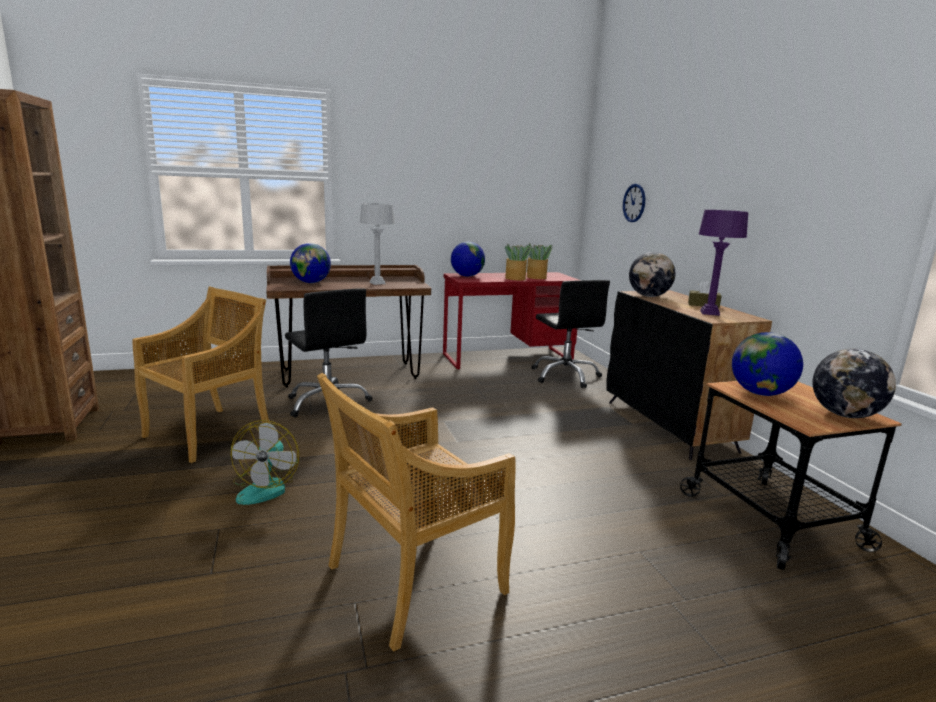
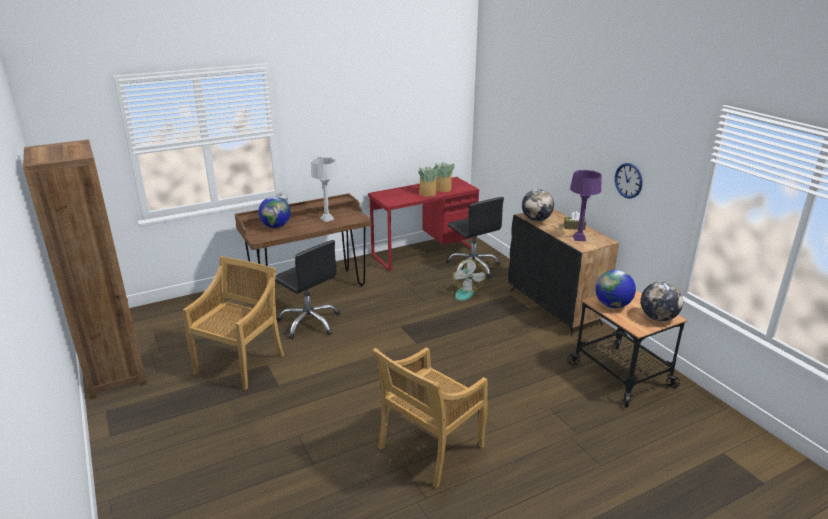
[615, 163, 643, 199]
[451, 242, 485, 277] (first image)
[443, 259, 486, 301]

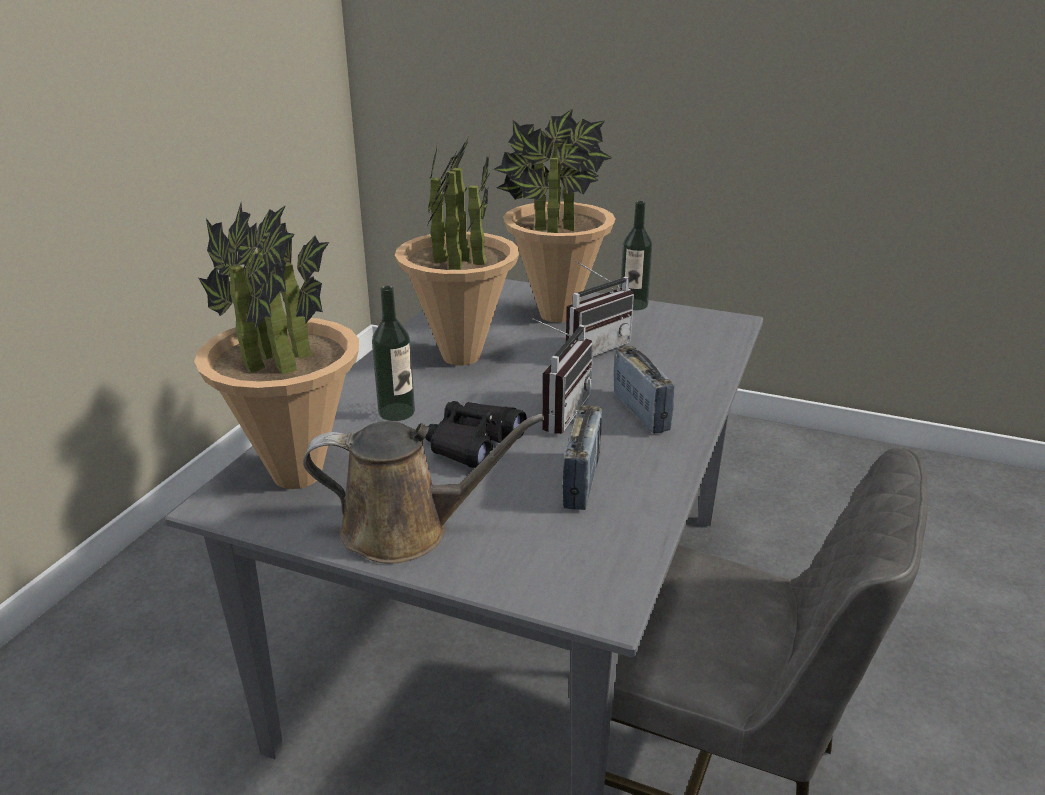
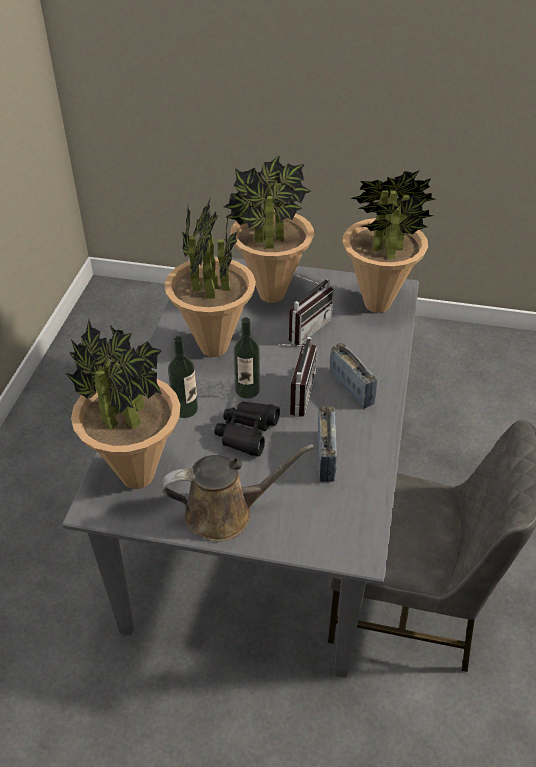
[234, 317, 260, 399]
[343, 171, 435, 313]

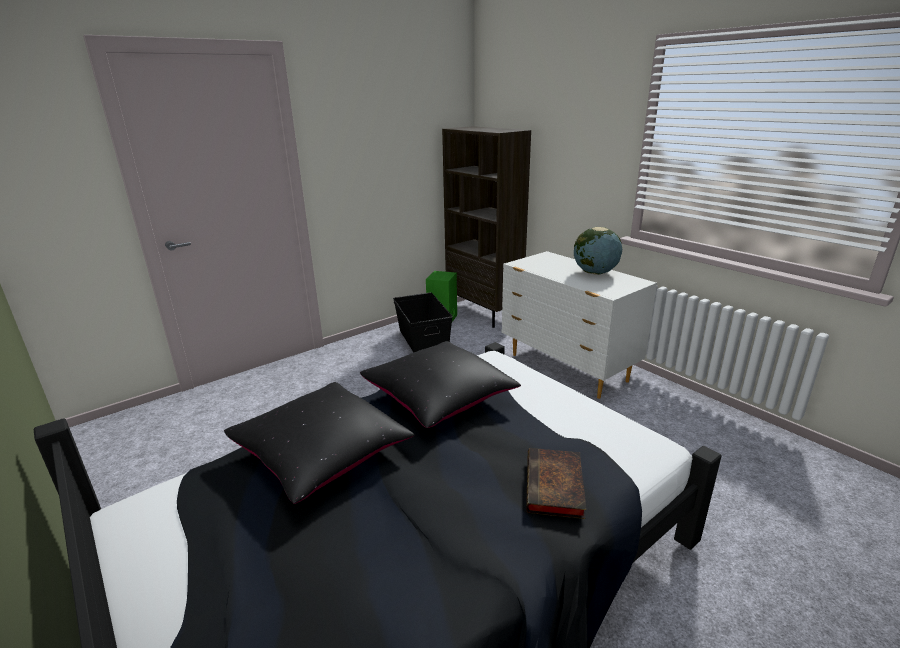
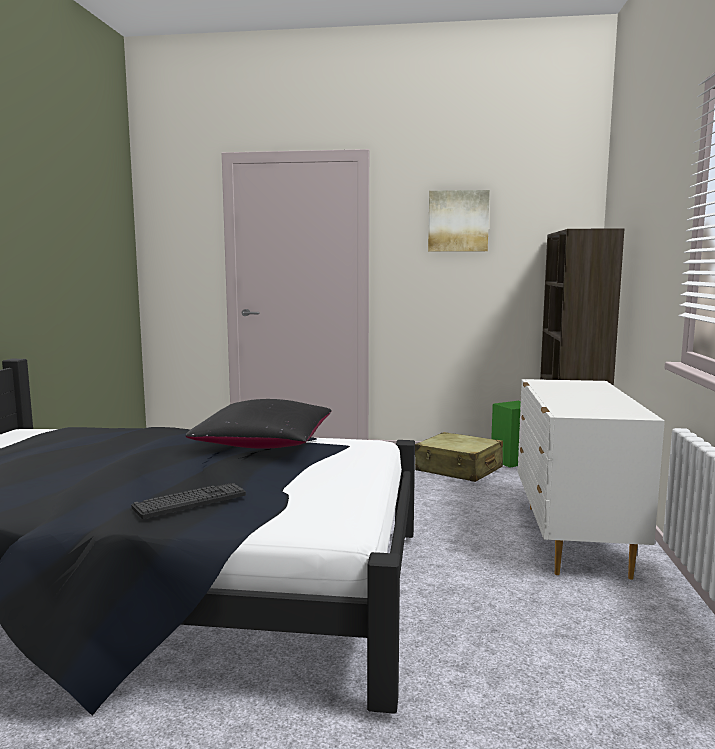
[574, 227, 622, 275] (first image)
[415, 432, 503, 482]
[224, 382, 414, 504] (first image)
[131, 483, 246, 519]
[428, 190, 490, 252]

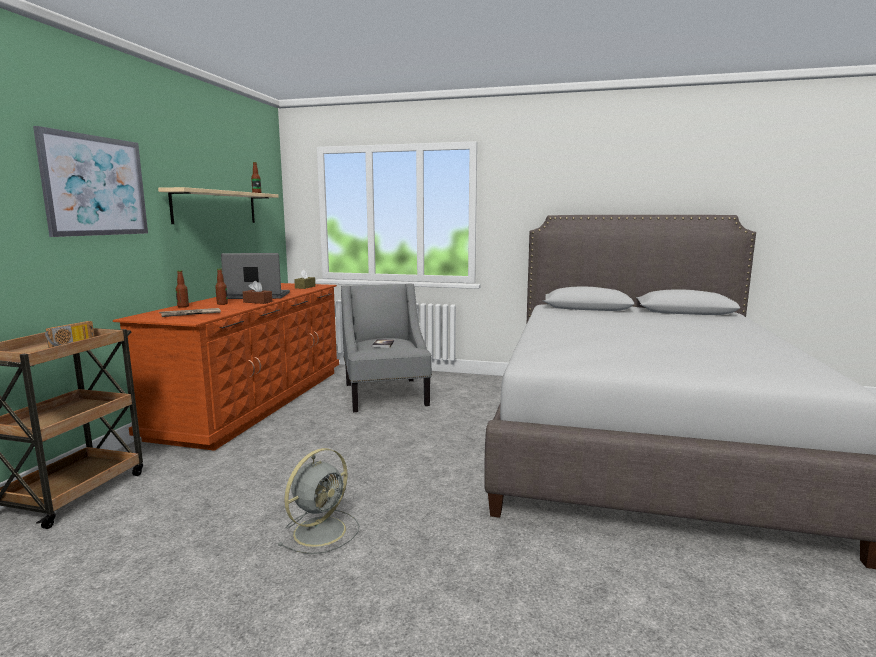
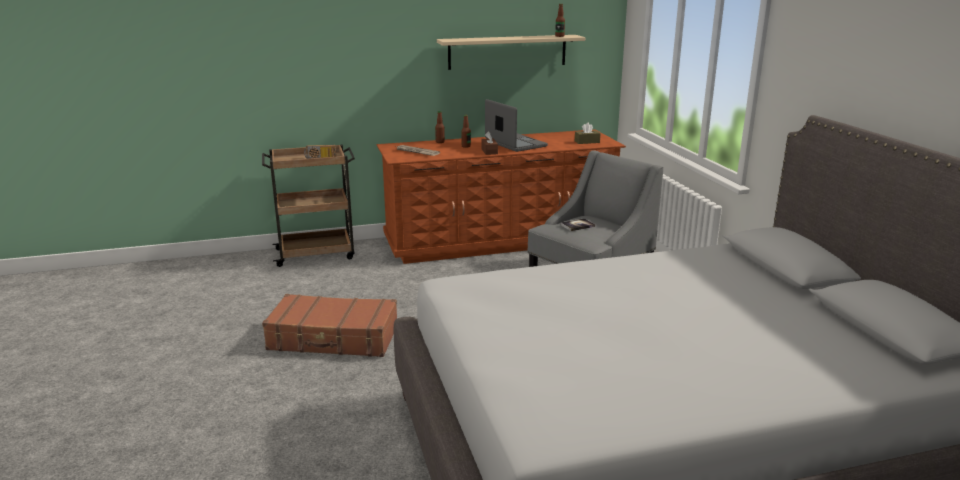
[33, 126, 148, 237] (first image)
[262, 294, 397, 357]

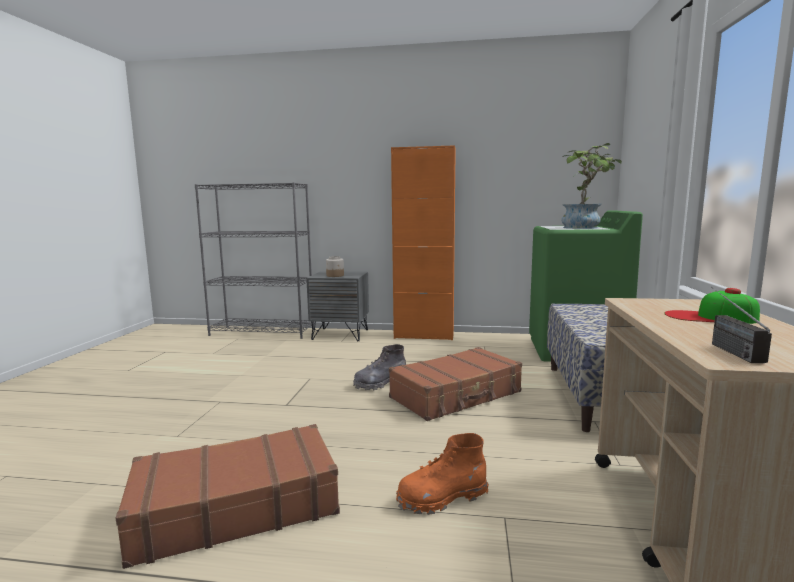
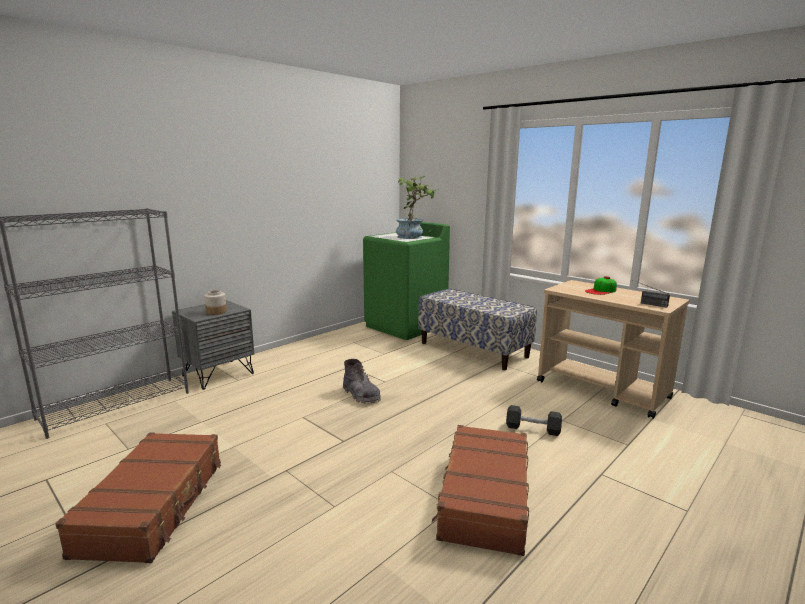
[391, 145, 456, 341] (first image)
[343, 359, 381, 403]
[55, 432, 221, 563]
[506, 405, 562, 436]

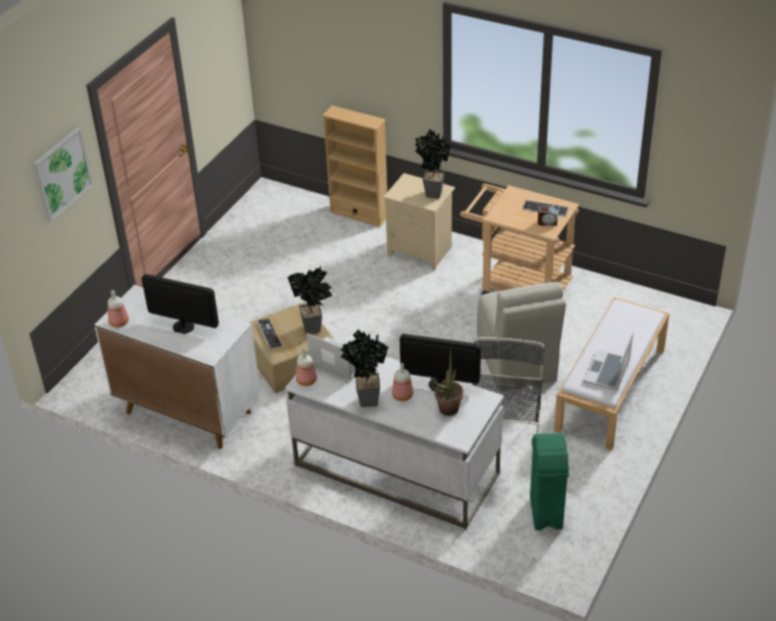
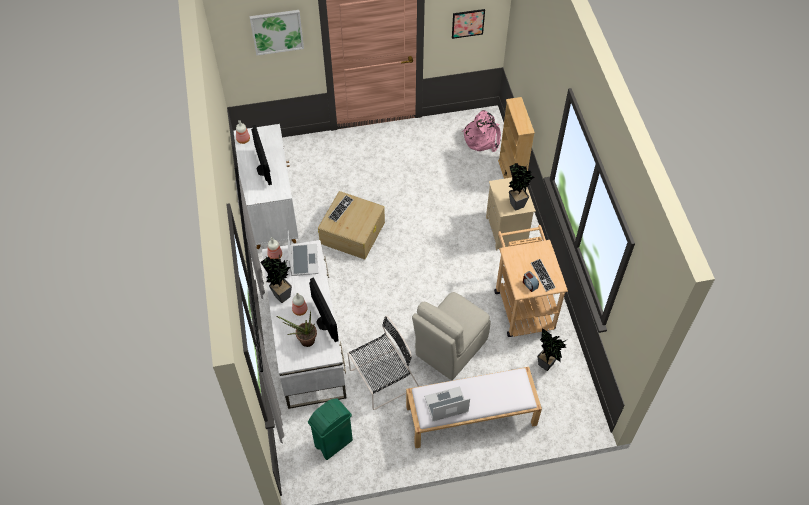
[537, 328, 566, 371]
[452, 9, 485, 39]
[462, 110, 501, 152]

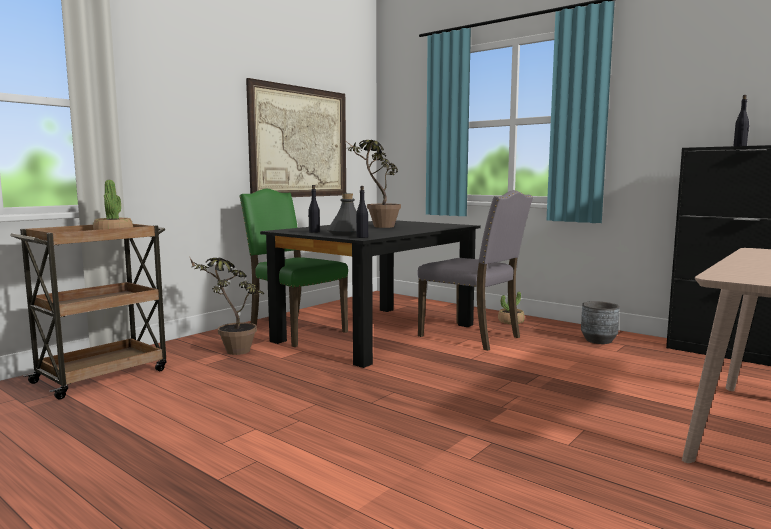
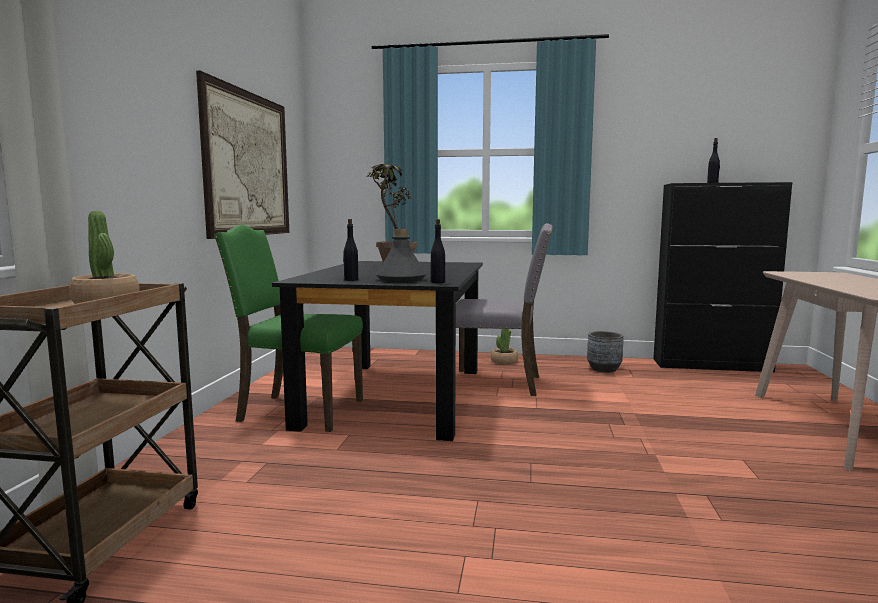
[190, 258, 264, 355] (first image)

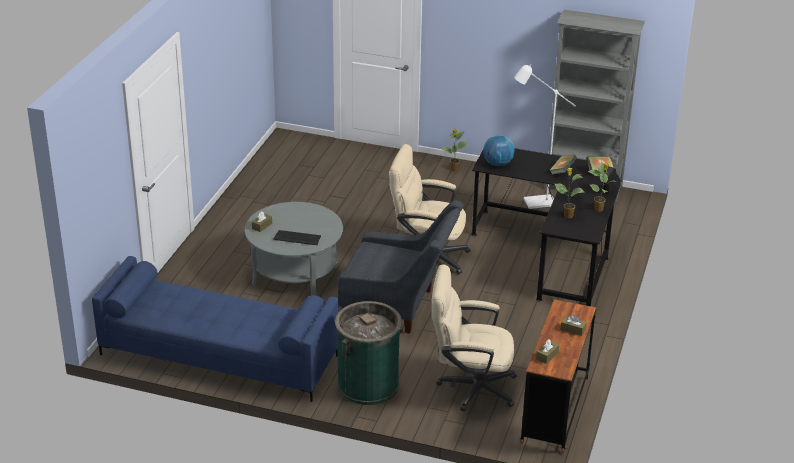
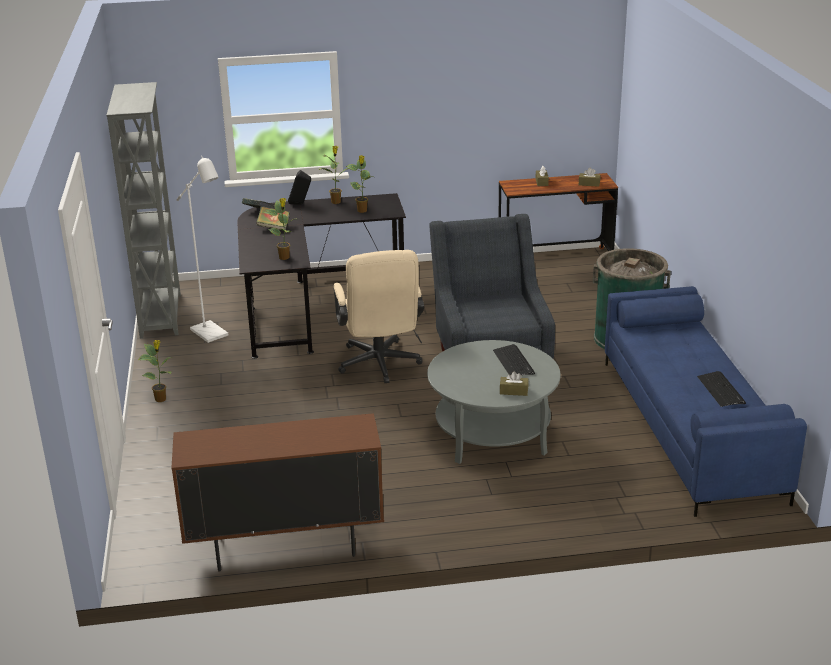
[263, 198, 294, 260]
[431, 265, 517, 412] (first image)
[697, 371, 746, 407]
[171, 413, 384, 572]

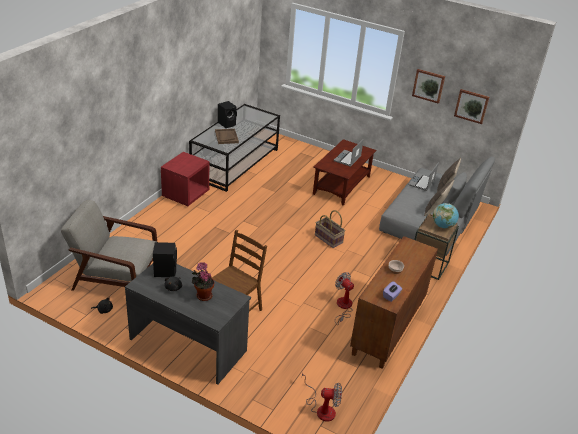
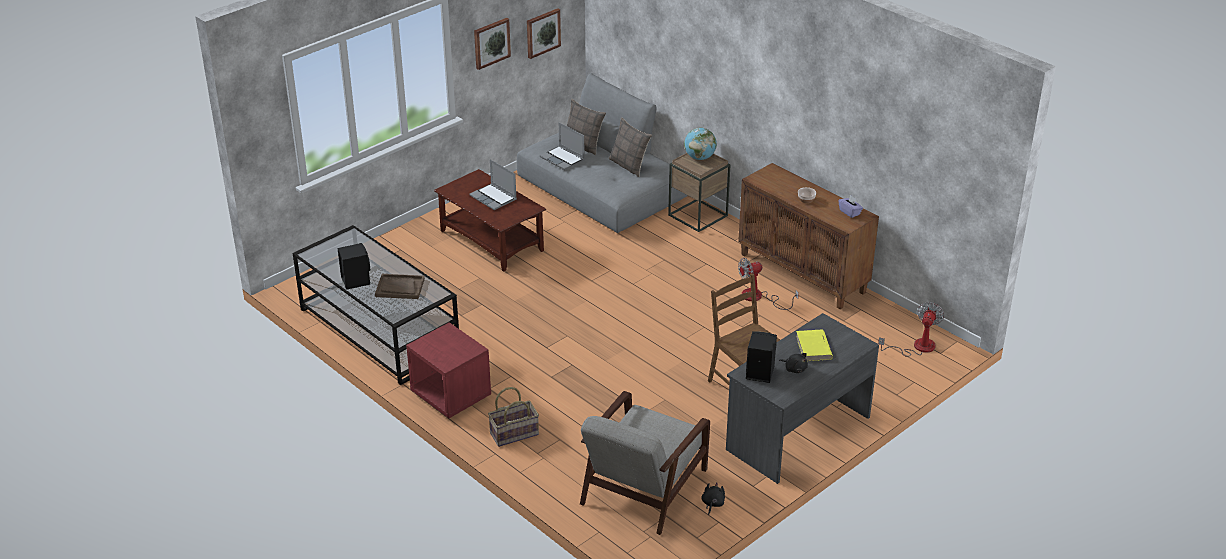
[488, 387, 539, 447]
[796, 330, 833, 361]

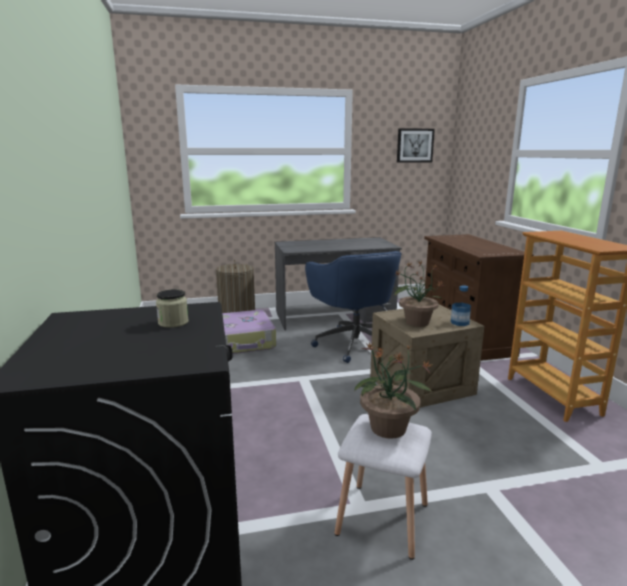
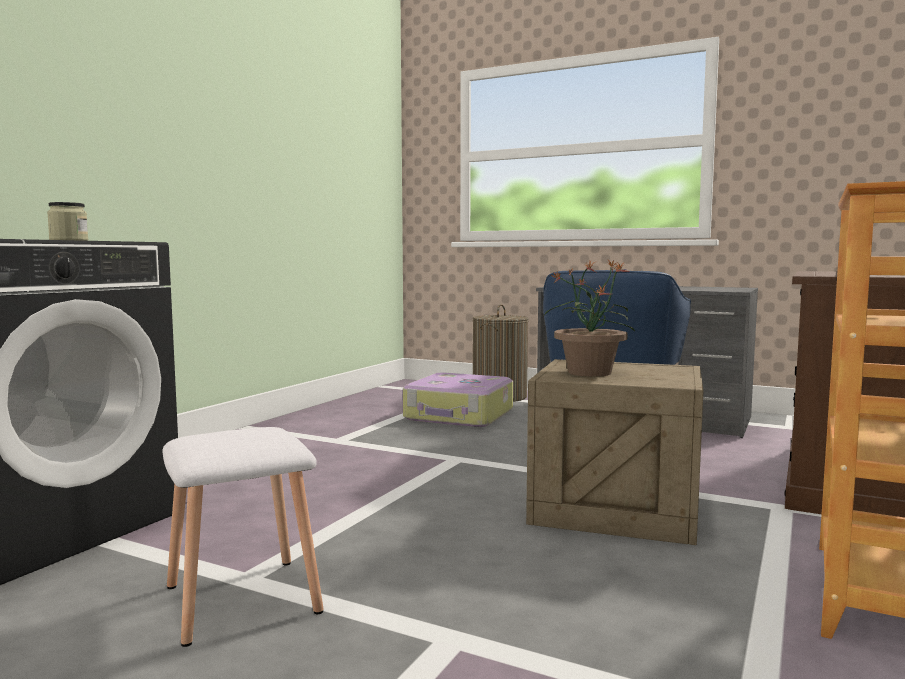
[397, 128, 435, 163] (first image)
[451, 285, 471, 326] (first image)
[354, 343, 433, 439] (first image)

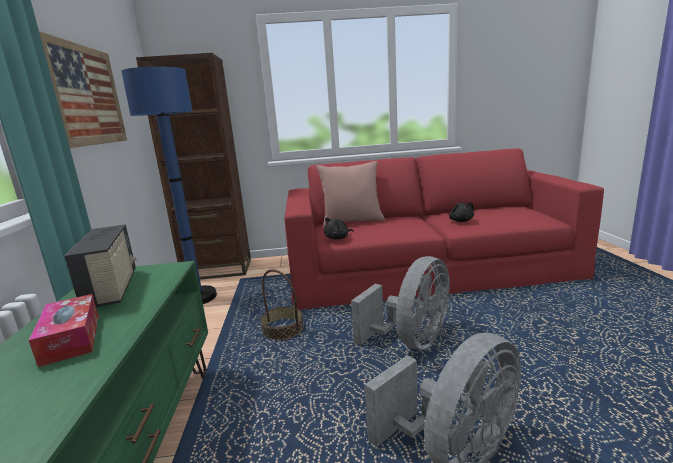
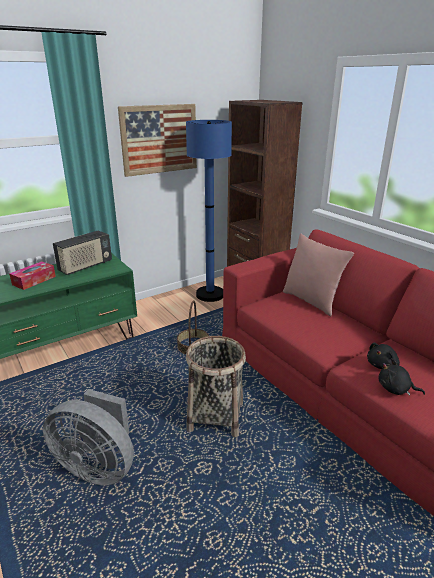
[378, 358, 425, 396]
[186, 336, 246, 437]

